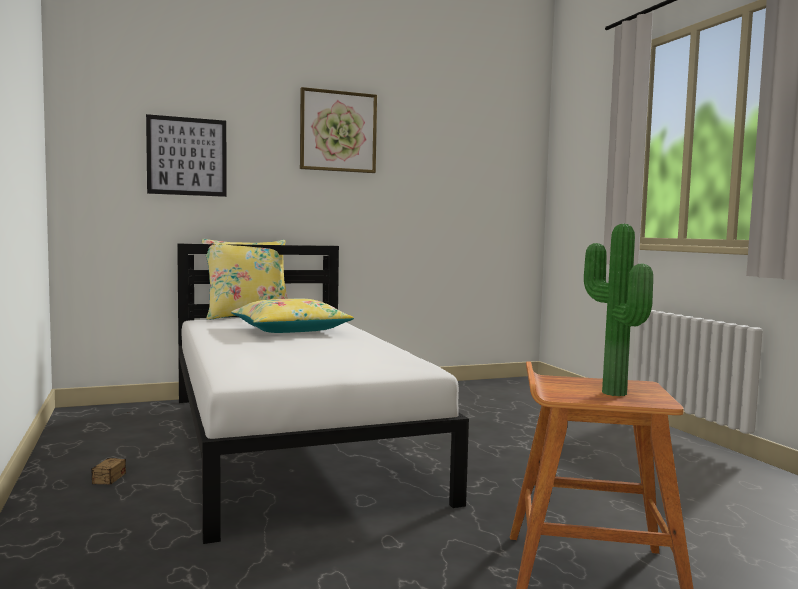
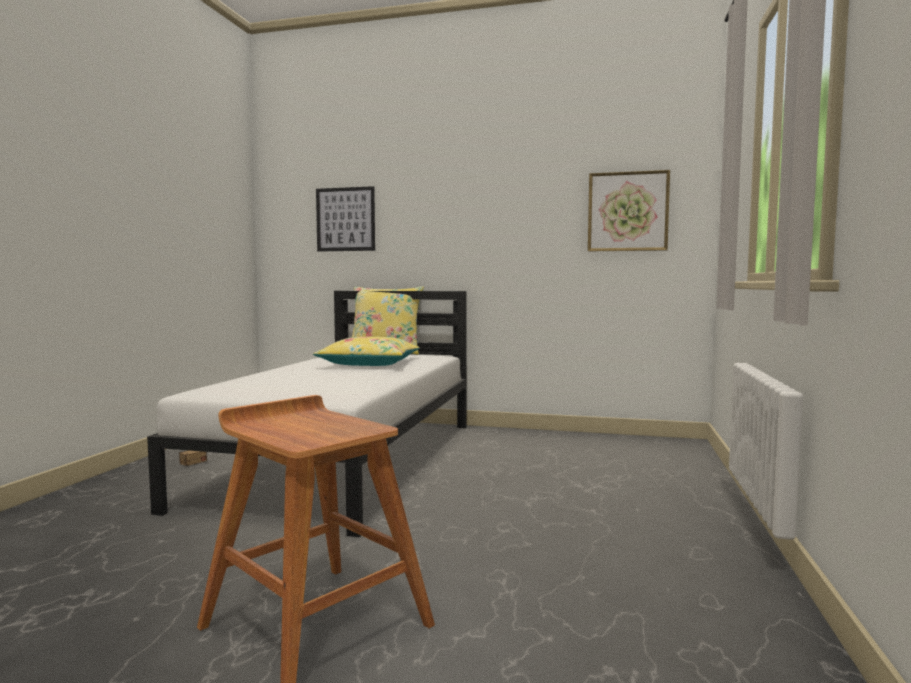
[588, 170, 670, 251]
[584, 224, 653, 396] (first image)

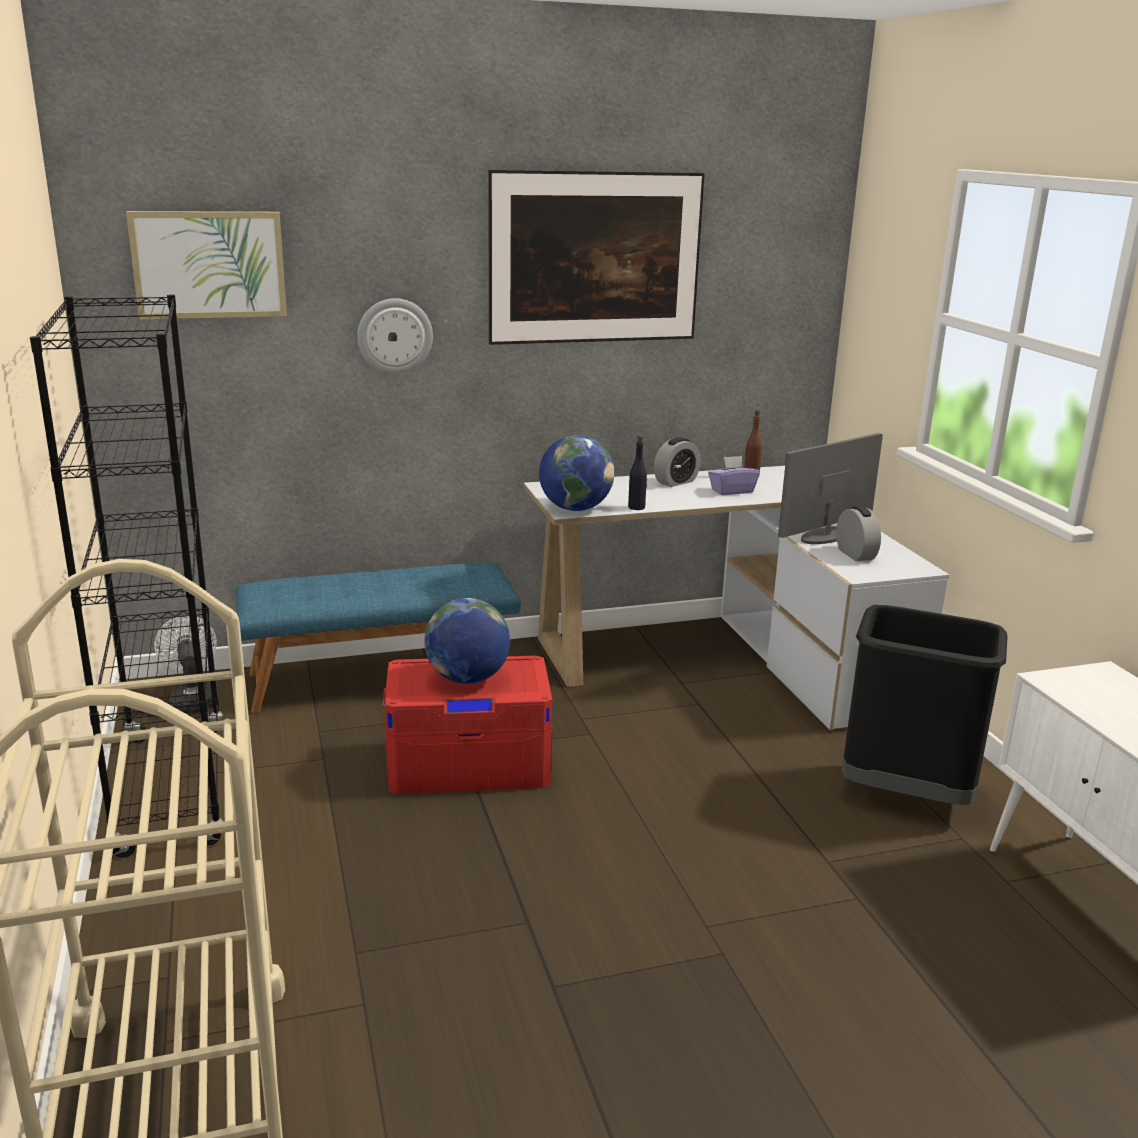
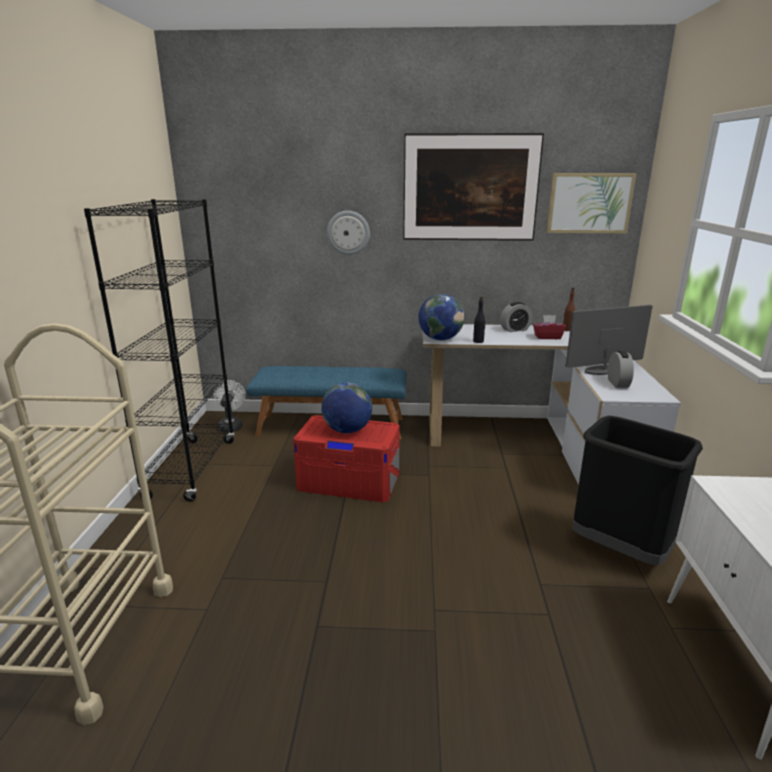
[546, 173, 637, 233]
[533, 315, 566, 339]

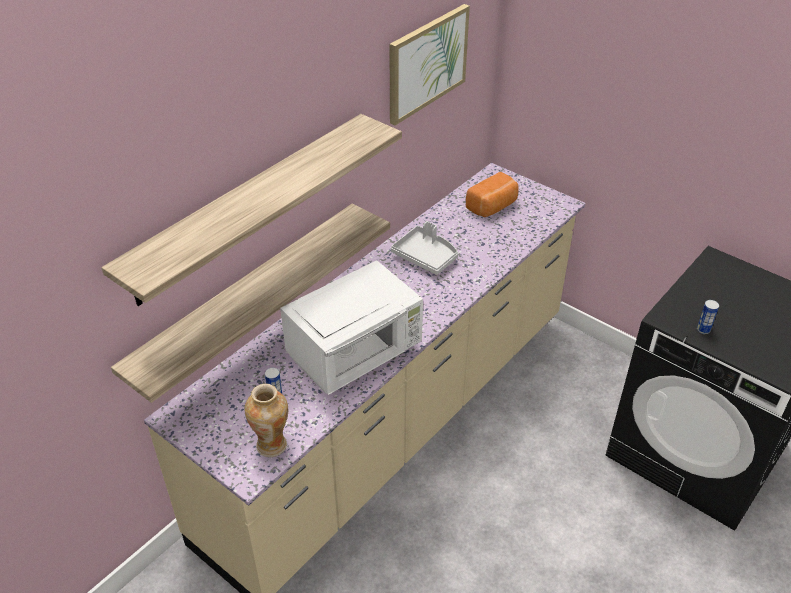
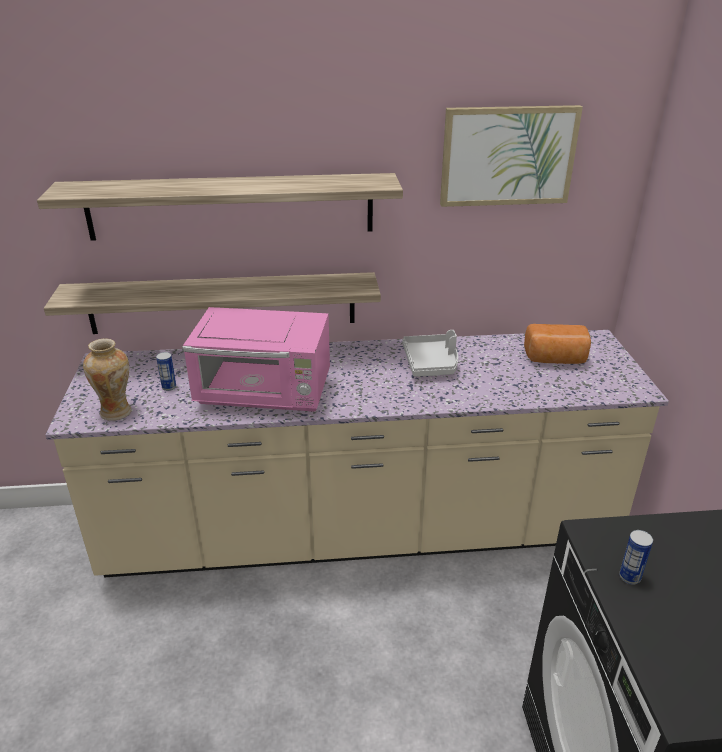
[182, 307, 330, 412]

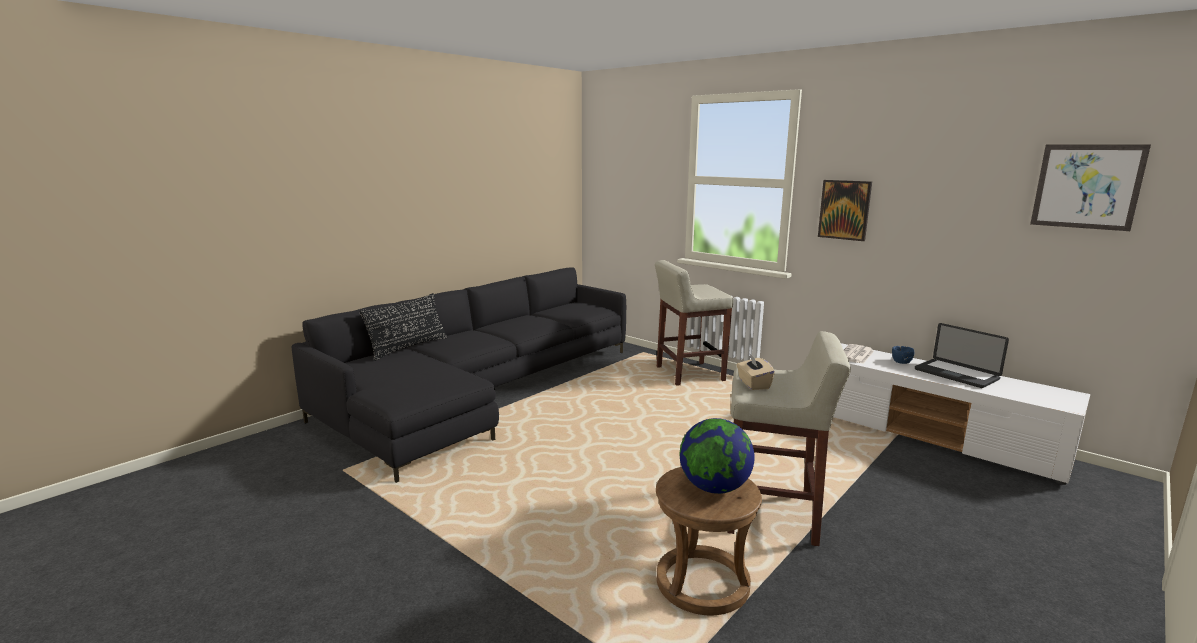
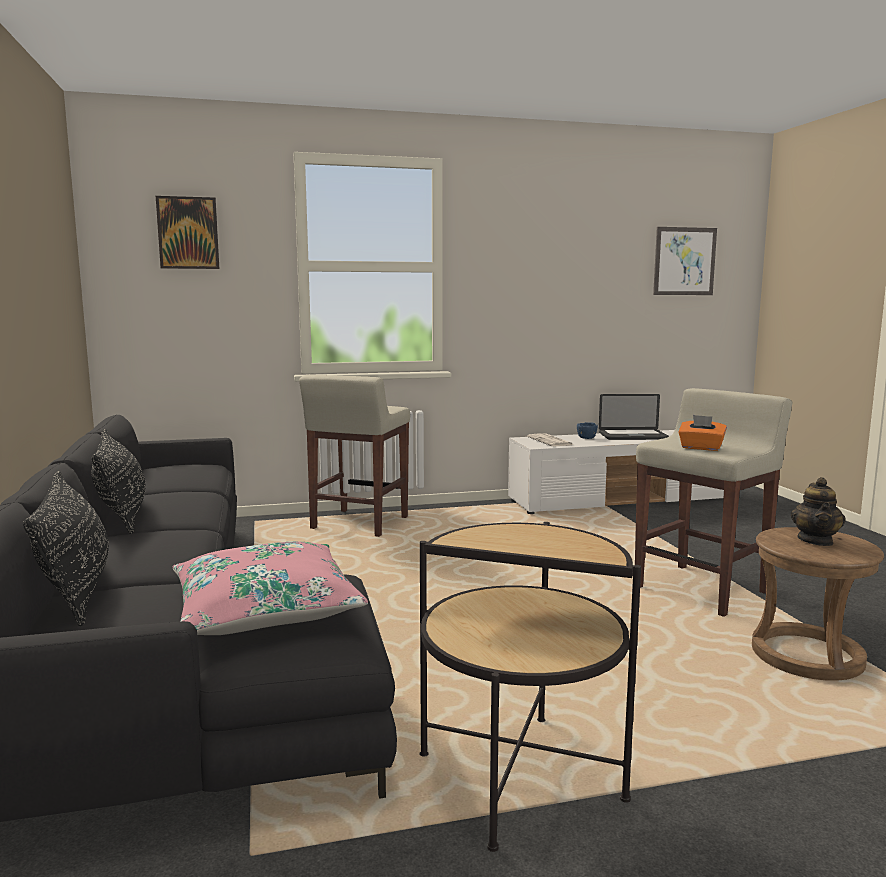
[156, 196, 219, 269]
[678, 415, 727, 451]
[791, 477, 845, 546]
[91, 429, 146, 534]
[419, 522, 641, 852]
[173, 542, 368, 635]

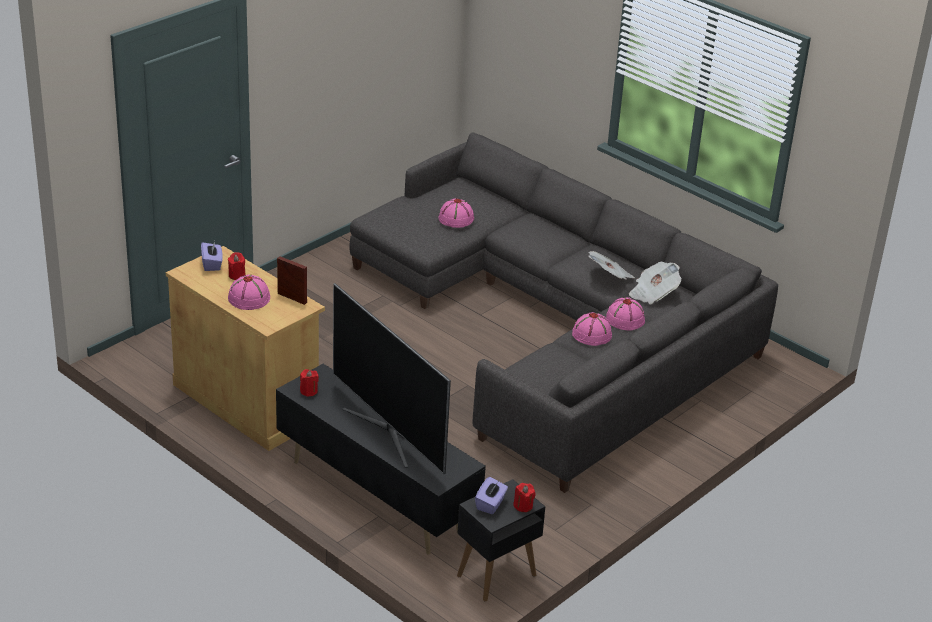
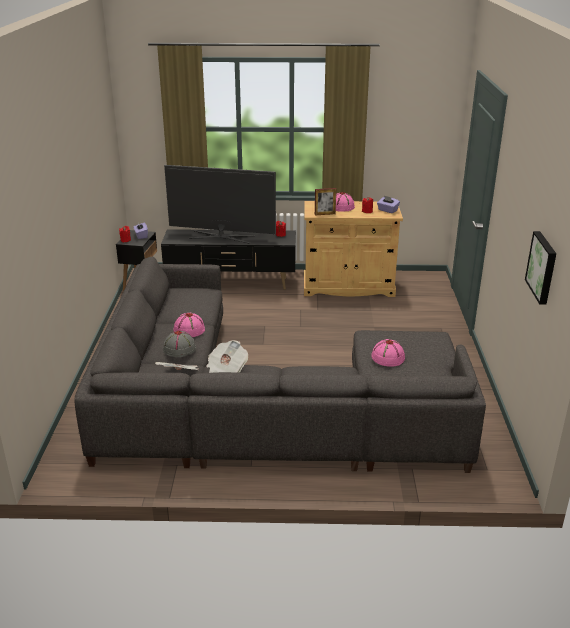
[163, 331, 196, 357]
[525, 231, 556, 305]

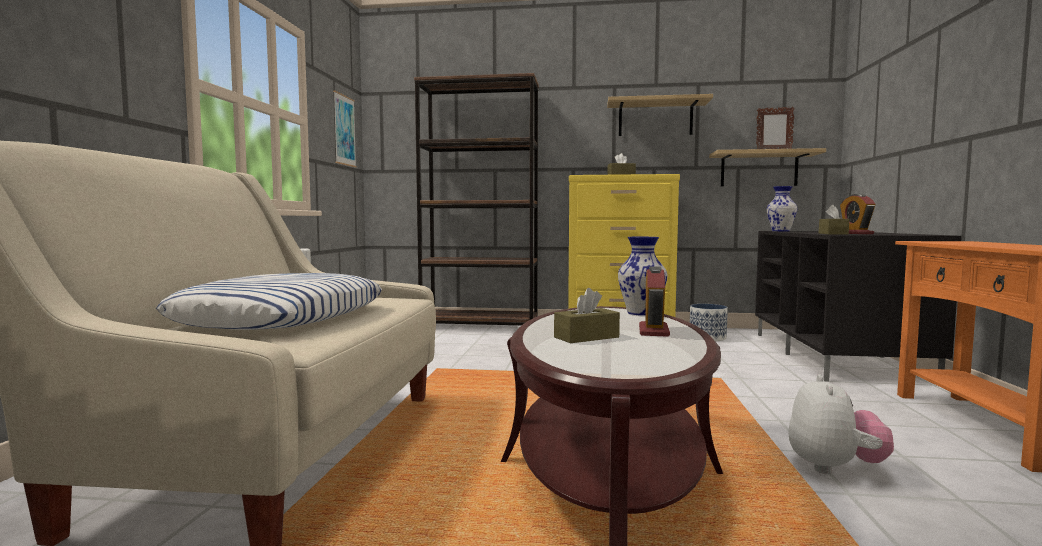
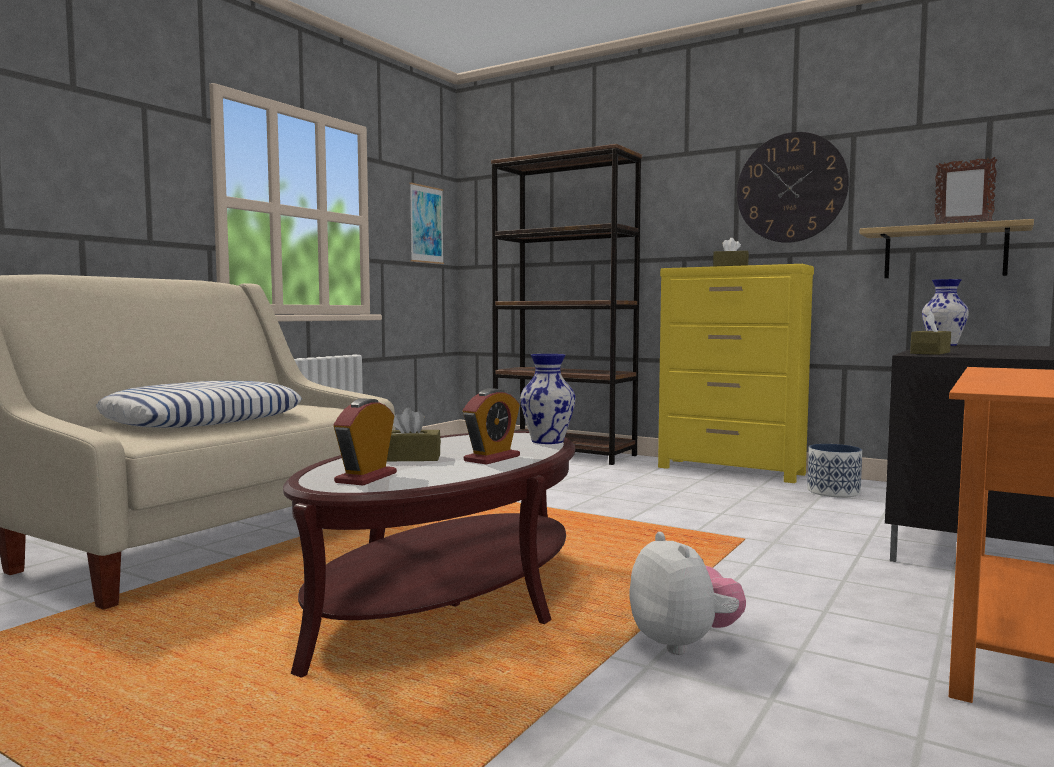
[737, 132, 849, 243]
[333, 398, 397, 486]
[630, 532, 746, 655]

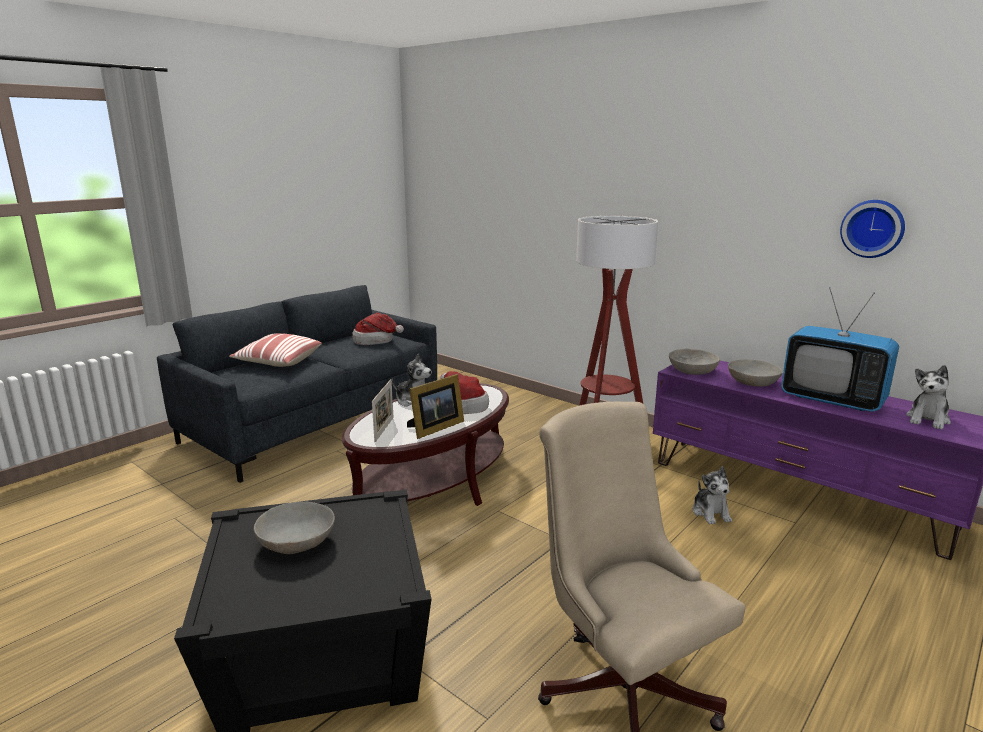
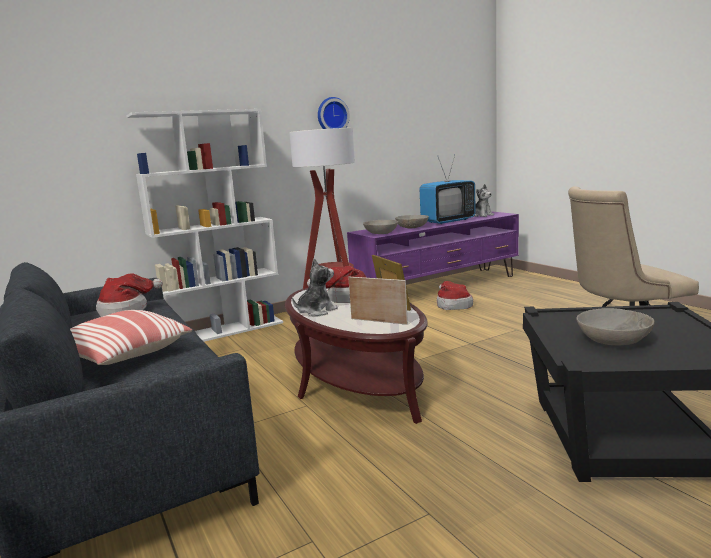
[318, 97, 350, 129]
[437, 281, 473, 310]
[126, 109, 283, 342]

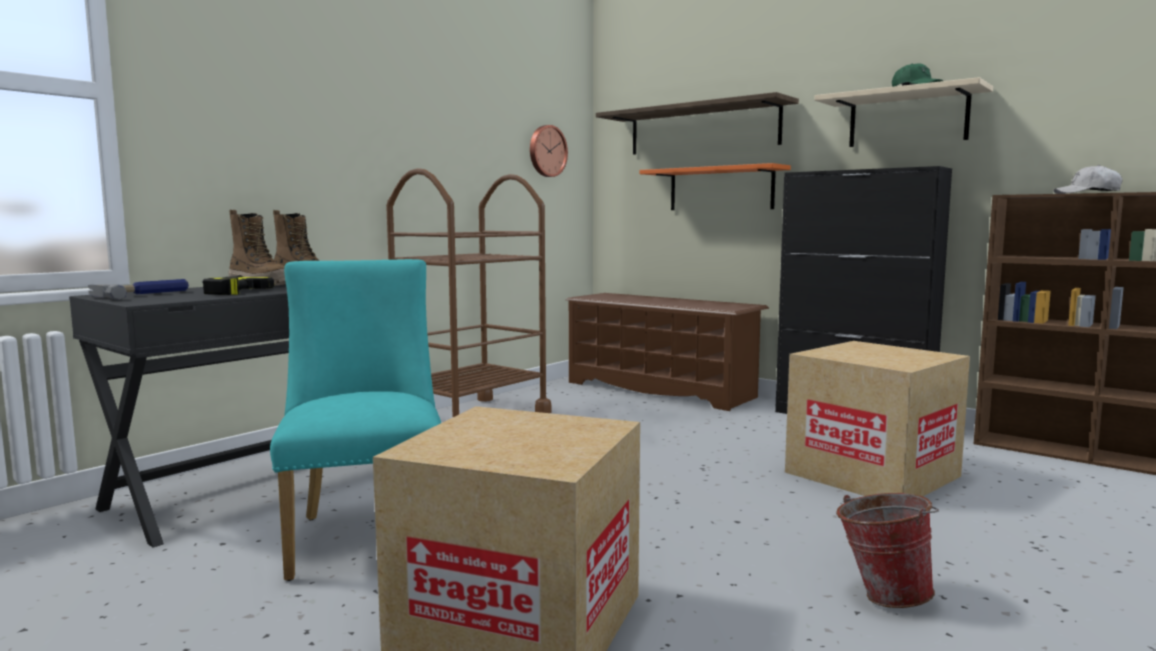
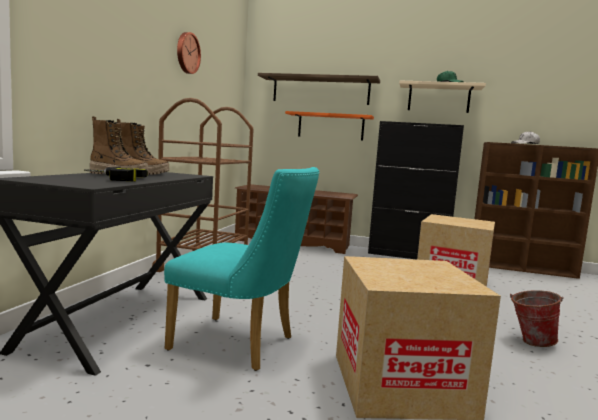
[177, 32, 201, 74]
[164, 167, 319, 371]
[88, 279, 189, 300] (first image)

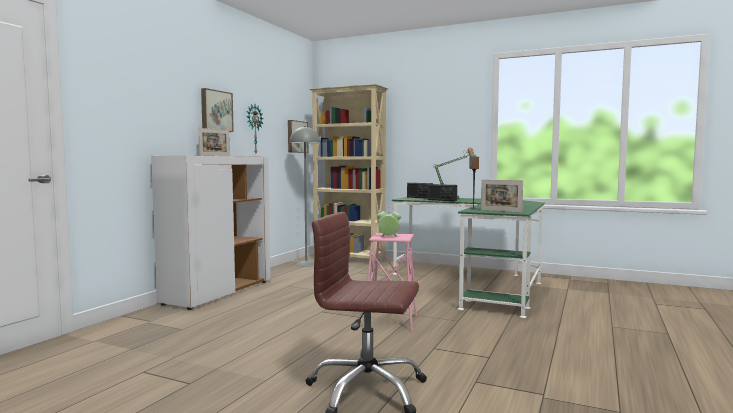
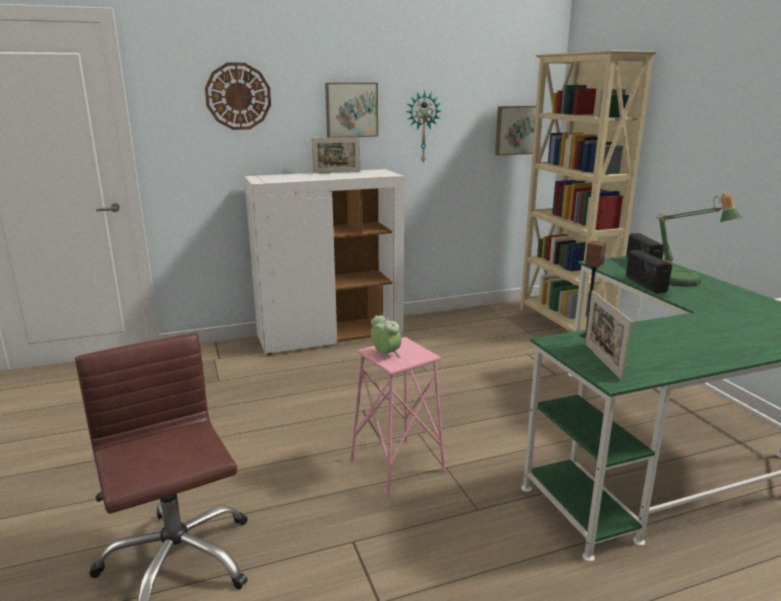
[289, 126, 321, 267] (first image)
[205, 63, 271, 130]

